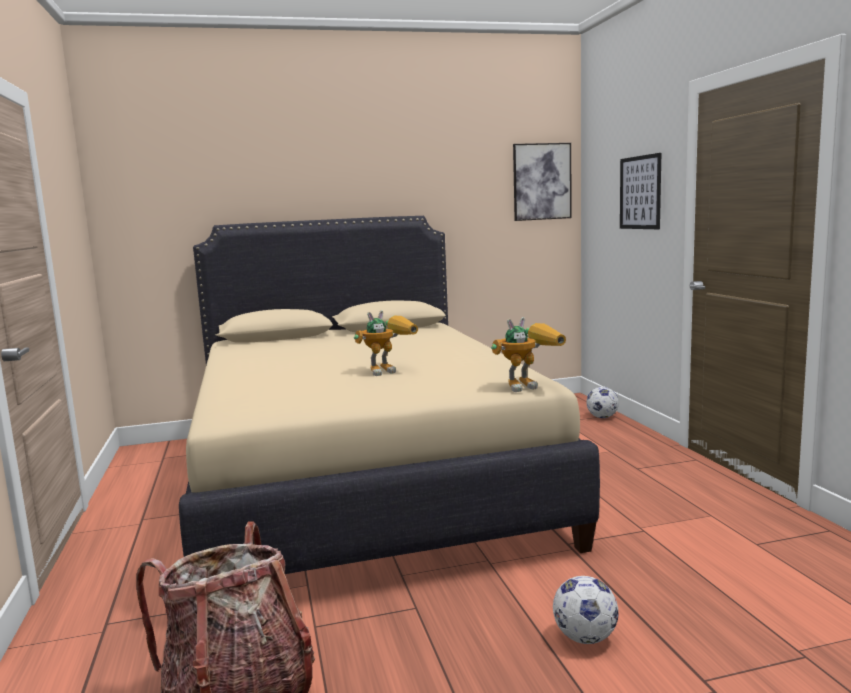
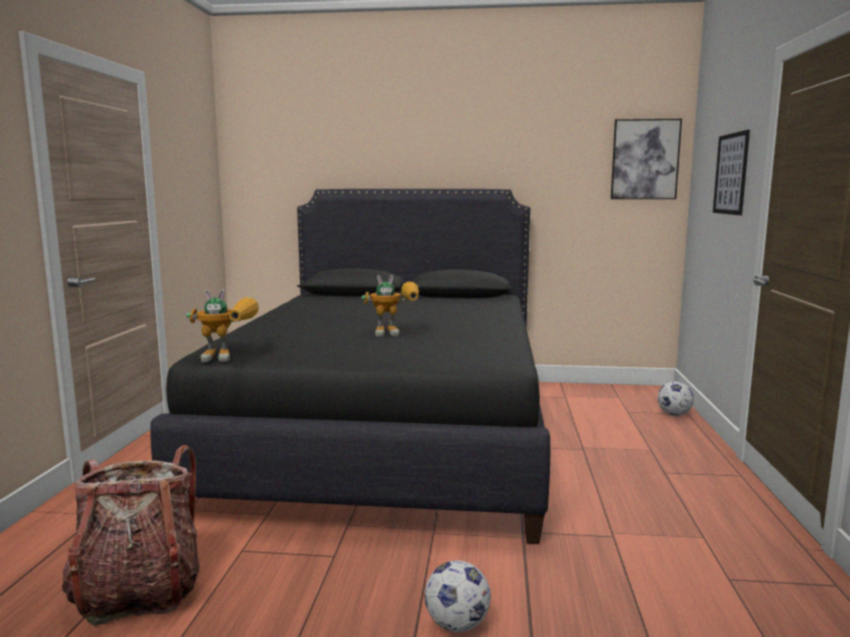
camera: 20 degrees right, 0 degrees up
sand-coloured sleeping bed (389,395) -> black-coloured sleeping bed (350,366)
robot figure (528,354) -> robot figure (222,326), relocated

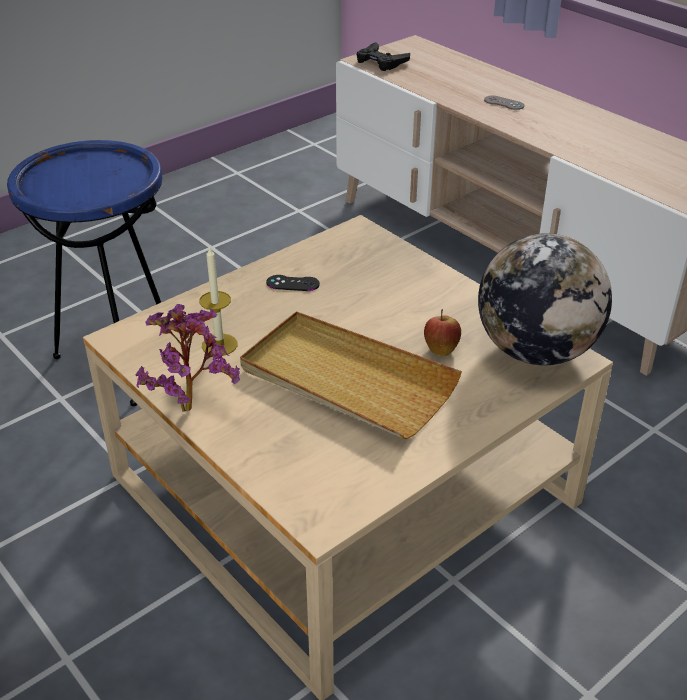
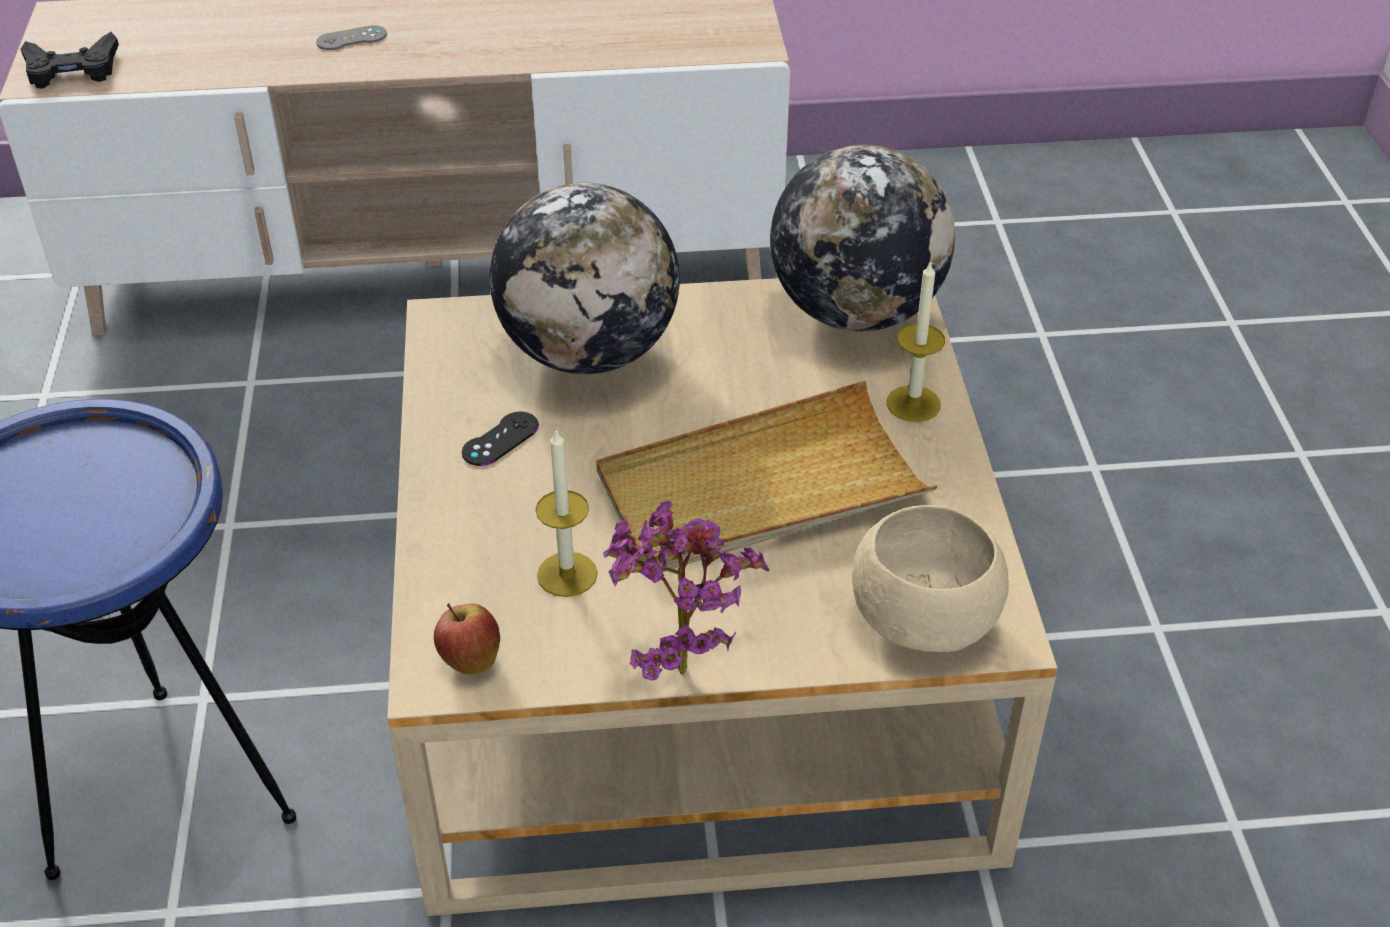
camera: 55 degrees left, 5 degrees up
whole apple (442,332) -> whole apple (467,638), relocated
none -> desk globe (585,278)
none -> wax candle (916,341)
none -> sand-coloured serving bowl (930,578)

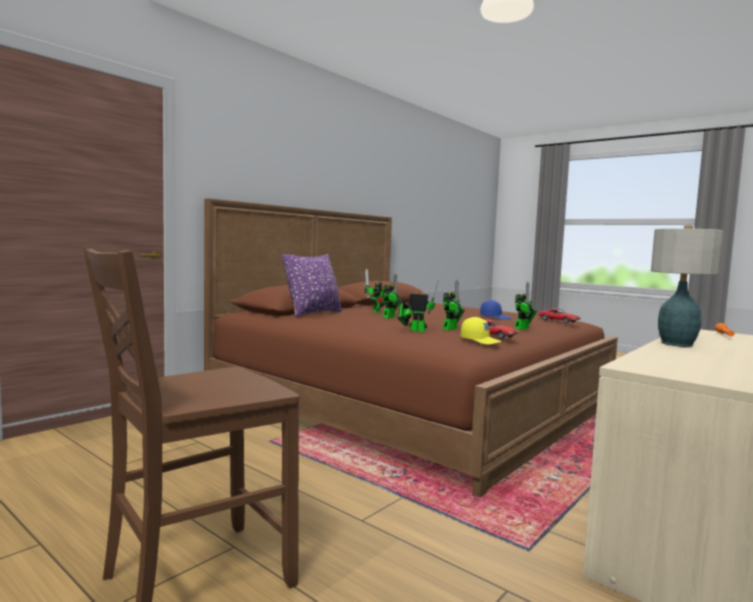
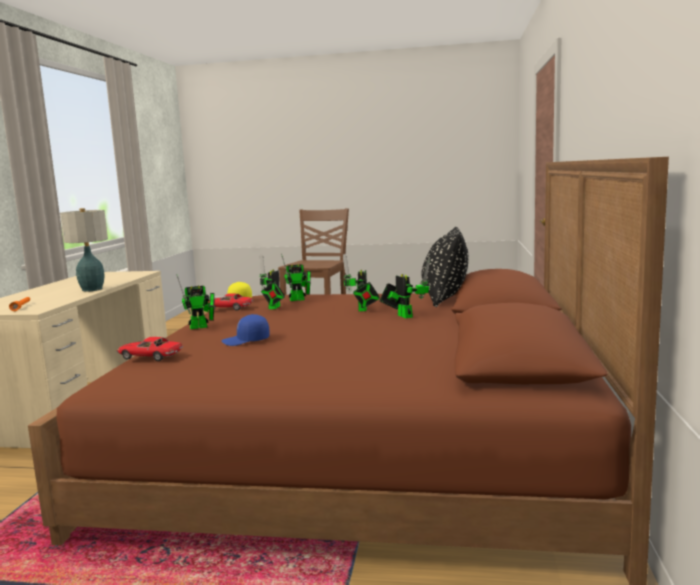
camera: 150 degrees right, 5 degrees up
purplish pillow (312,285) -> black-coloured pillow (445,267)
robot figure (525,306) -> robot figure (195,301), 135 degrees counterclockwise

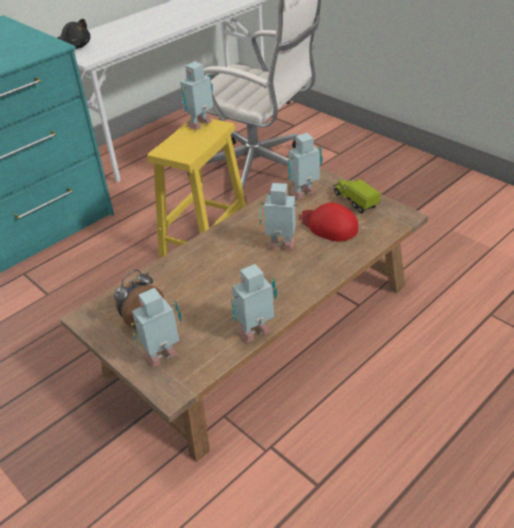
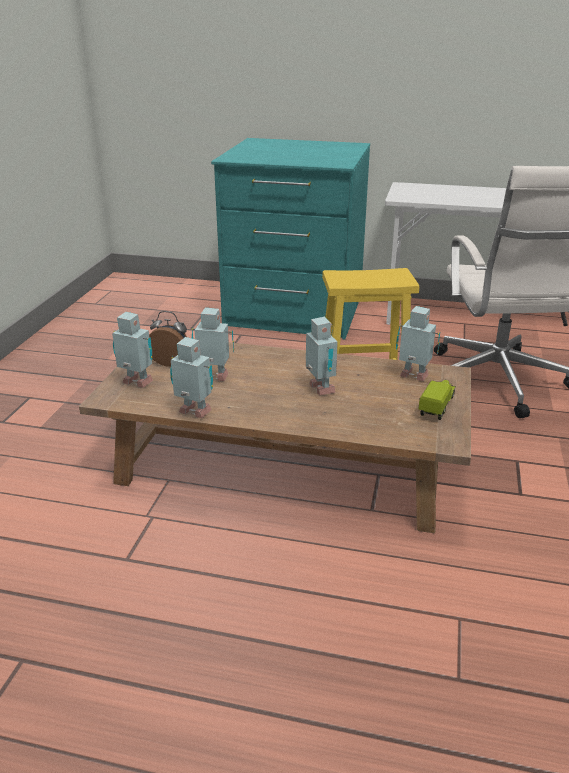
camera: 55 degrees right, 10 degrees down
black-coloured plush toy (73,34) -> none
robot figure (196,95) -> robot figure (213,344), relocated
red baseball cap (328,222) -> none

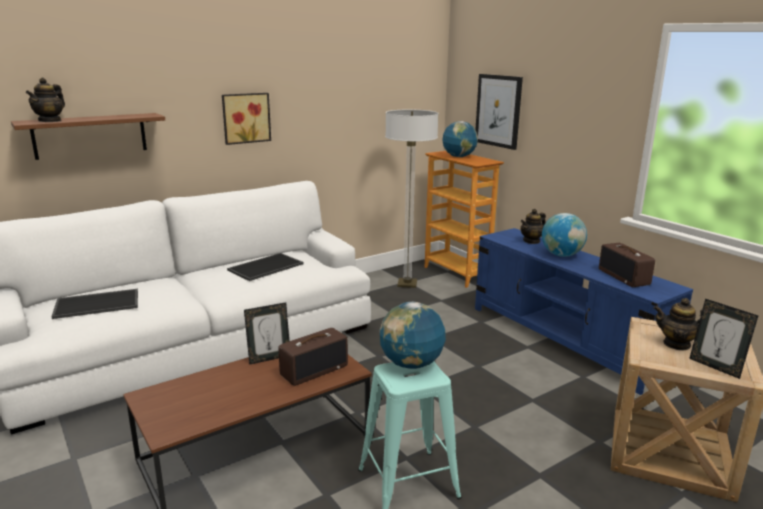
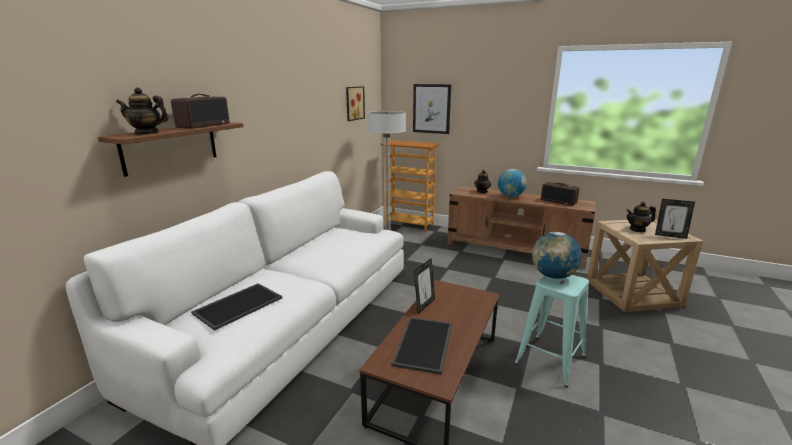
camera: 30 degrees left, 0 degrees up
tea pot (45,100) -> tea pot (142,111), 105 degrees clockwise
picture (246,119) -> picture (355,103), relocated
desk globe (460,139) -> none
blue-coloured tv unit (584,311) -> brown-coloured tv unit (521,227)
carrying tray (265,267) -> carrying tray (421,346), relocated
radio set (313,357) -> radio set (200,111), relocated

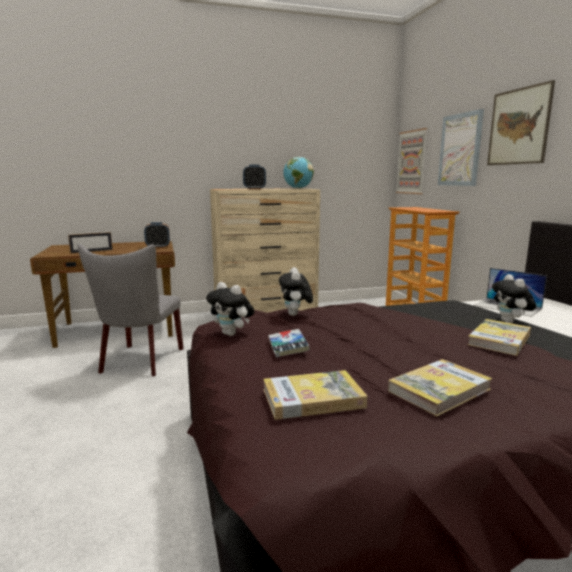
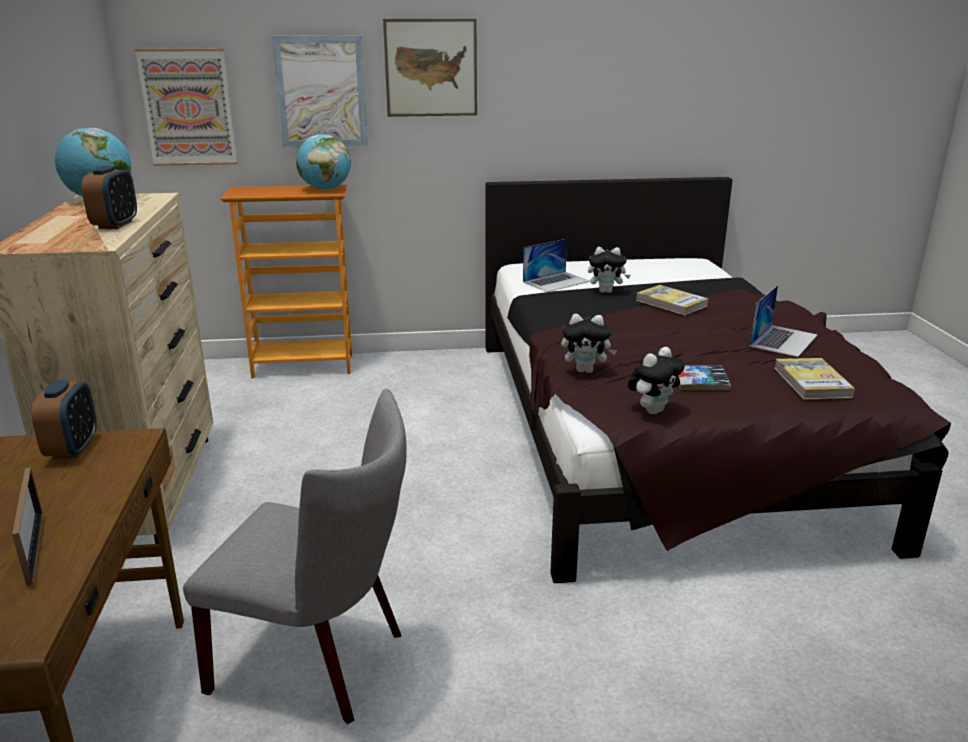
camera: 80 degrees left, 10 degrees up
bound book (440,387) -> notebook computer (783,321)
none -> desk globe (323,162)

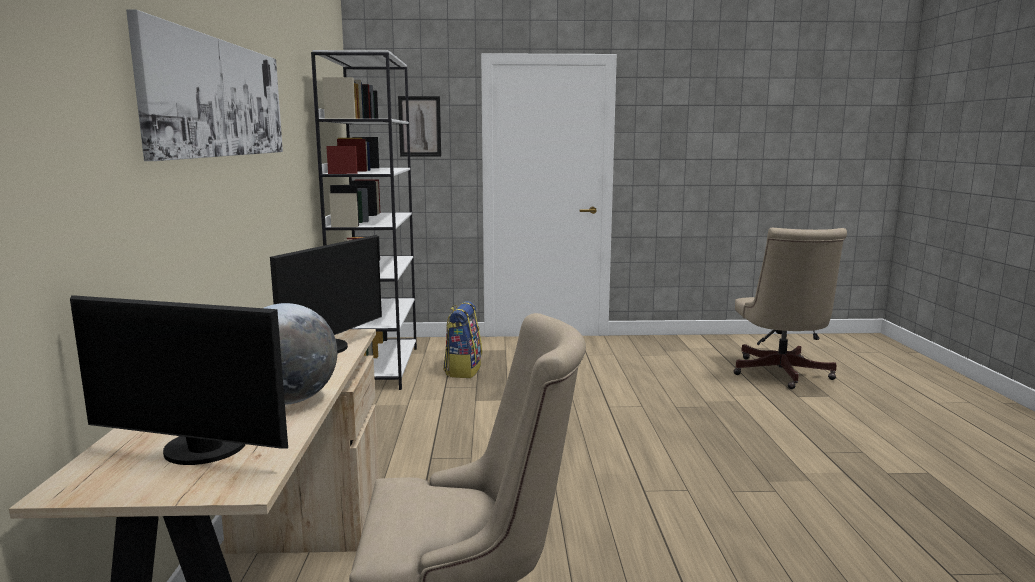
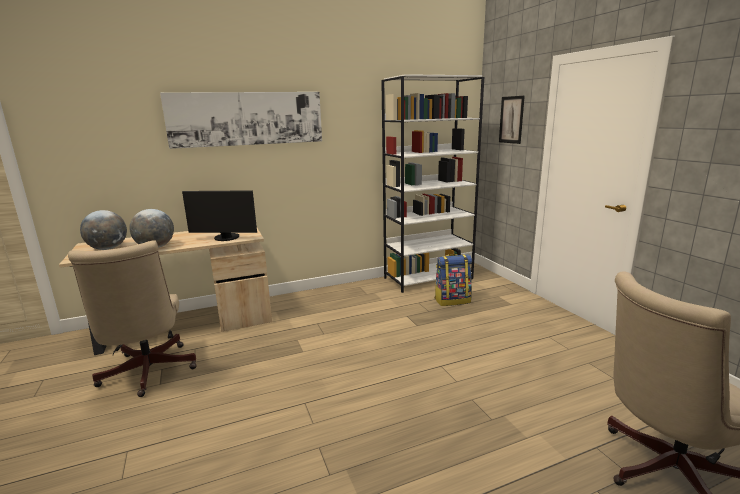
camera: 70 degrees right, 5 degrees up
computer screen (179,380) -> desk globe (103,230)

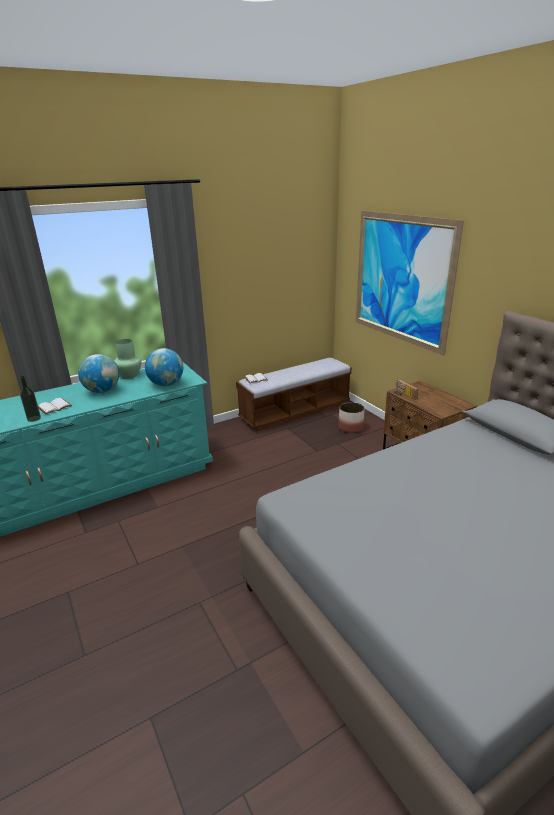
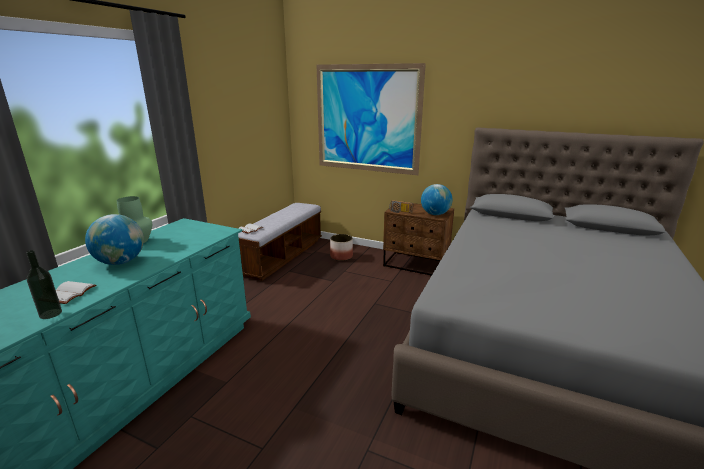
camera: 35 degrees left, 5 degrees down
desk globe (164,367) -> desk globe (436,199), relocated

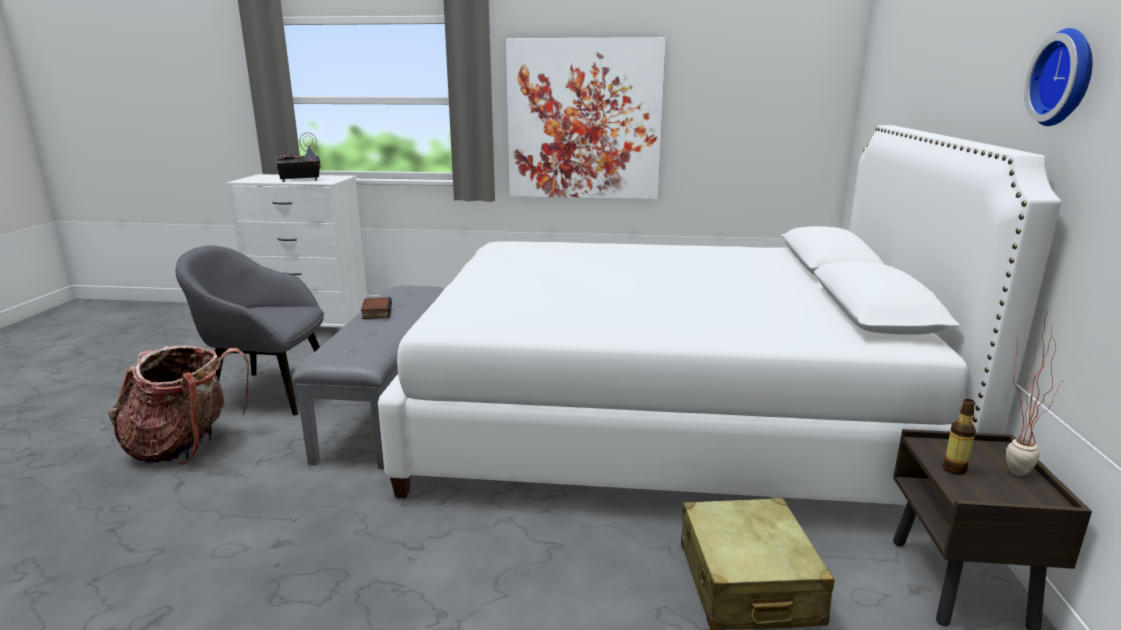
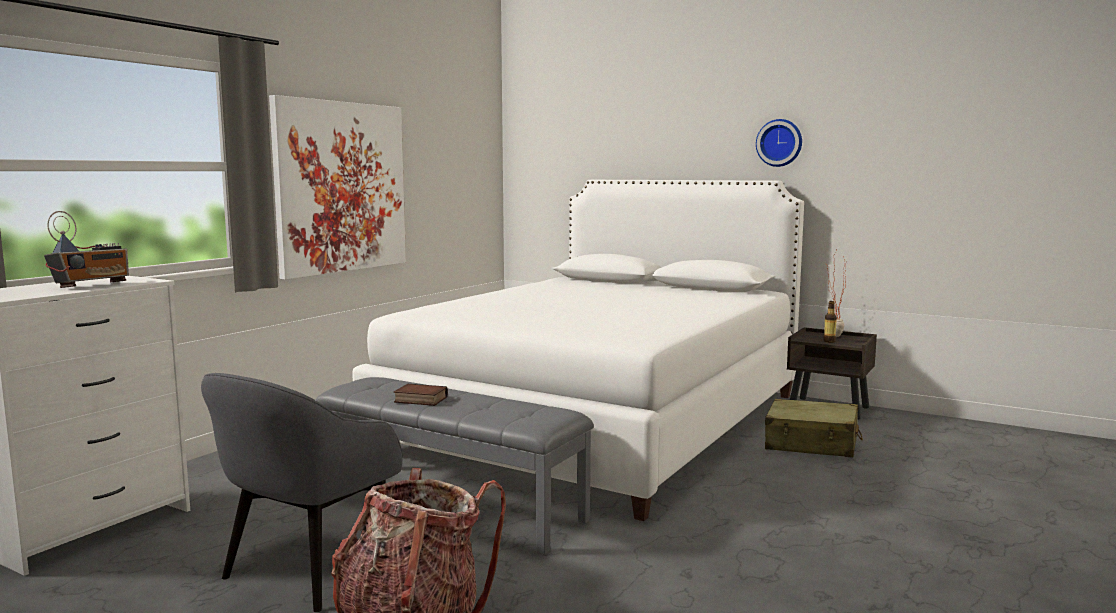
camera: 65 degrees left, 10 degrees down
radio set (298,157) -> radio set (86,249), 150 degrees counterclockwise

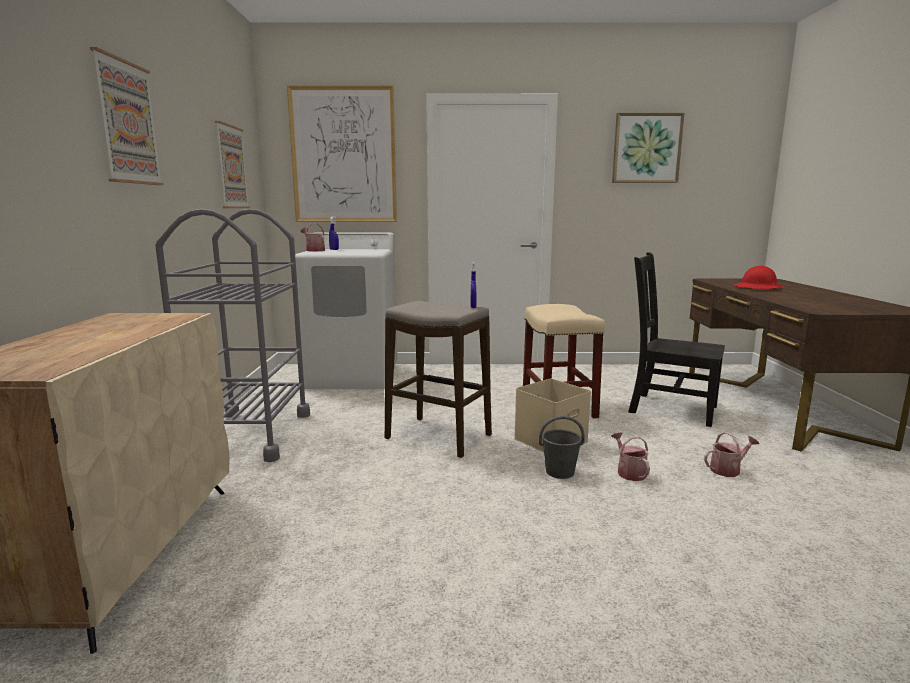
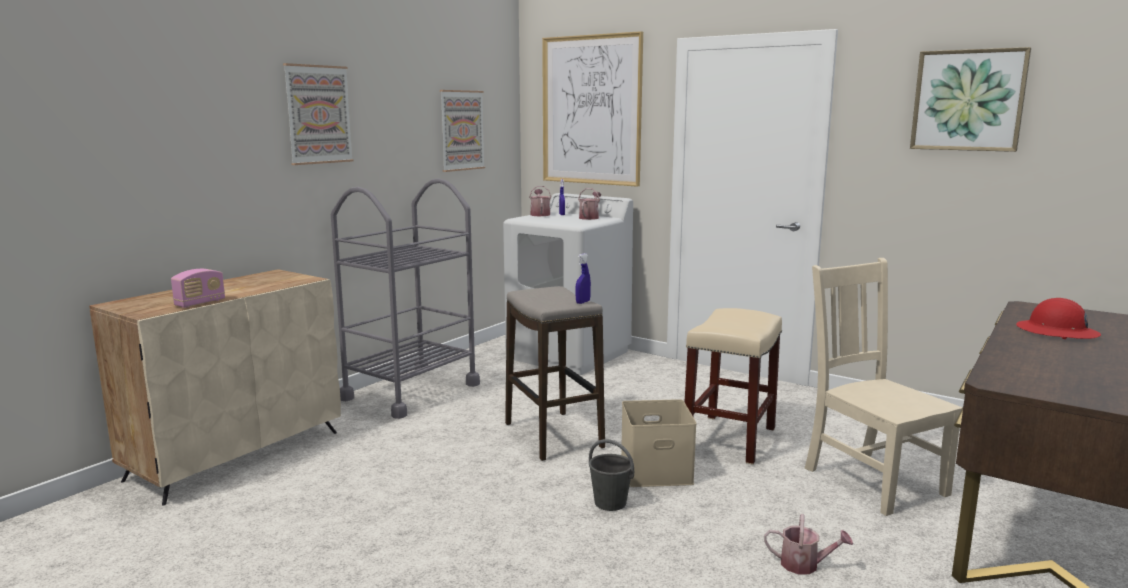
camera: 35 degrees right, 0 degrees up
black-coloured upright chair (676,339) -> sand-coloured upright chair (883,387)
watering can (630,456) -> watering can (589,204), relocated
none -> radio set (198,288)

